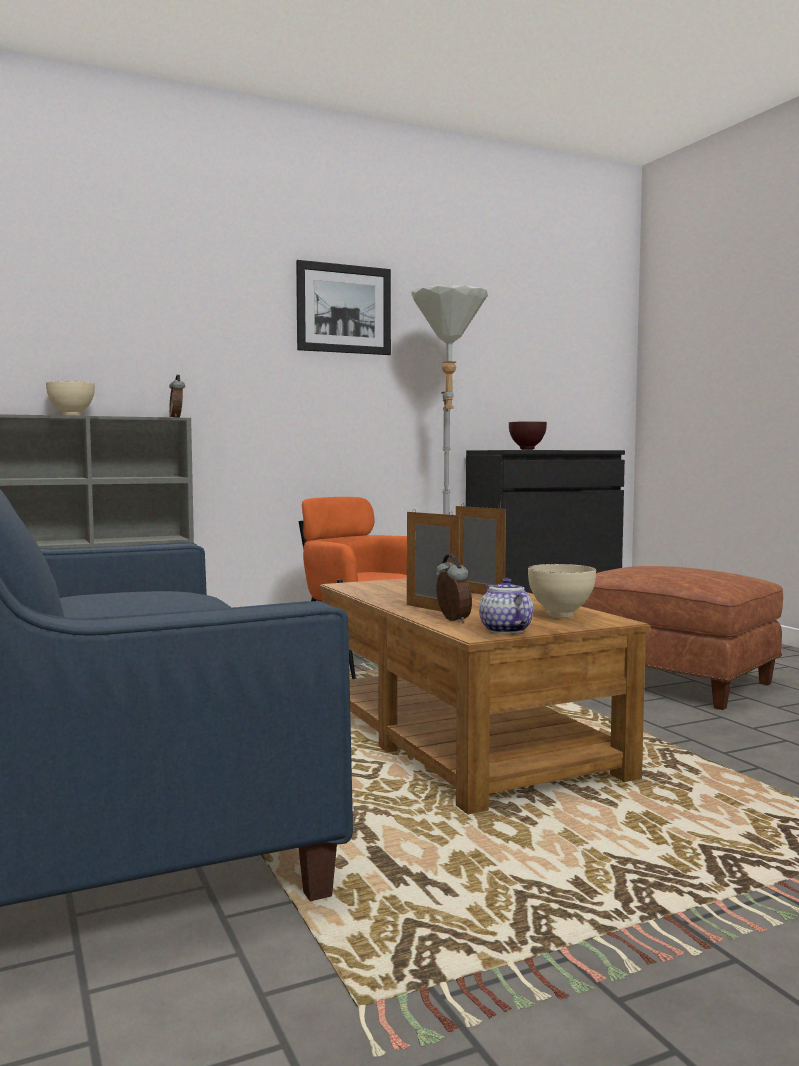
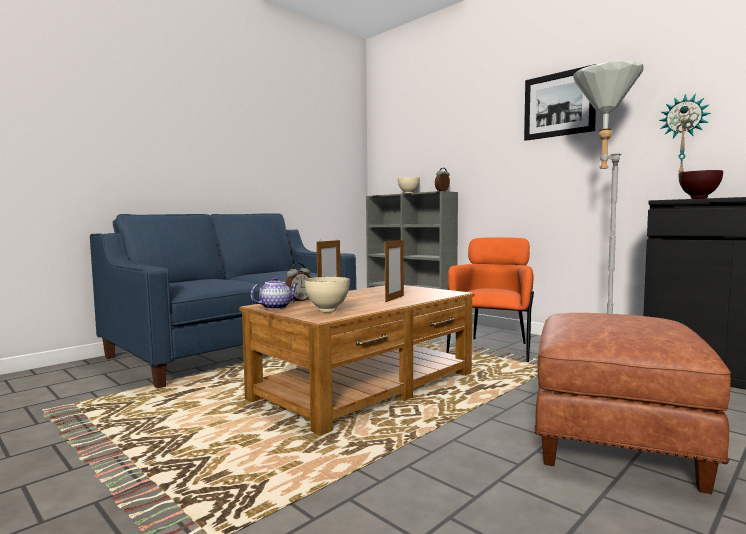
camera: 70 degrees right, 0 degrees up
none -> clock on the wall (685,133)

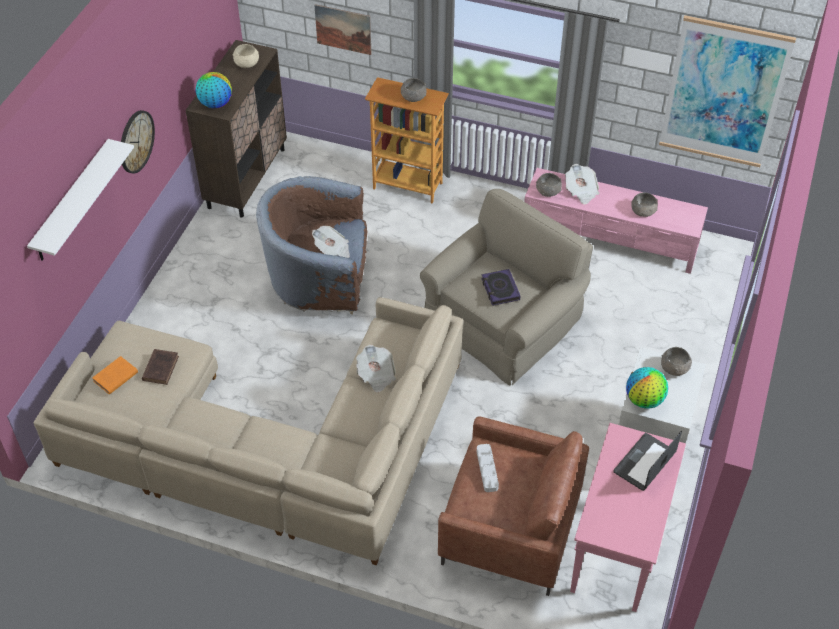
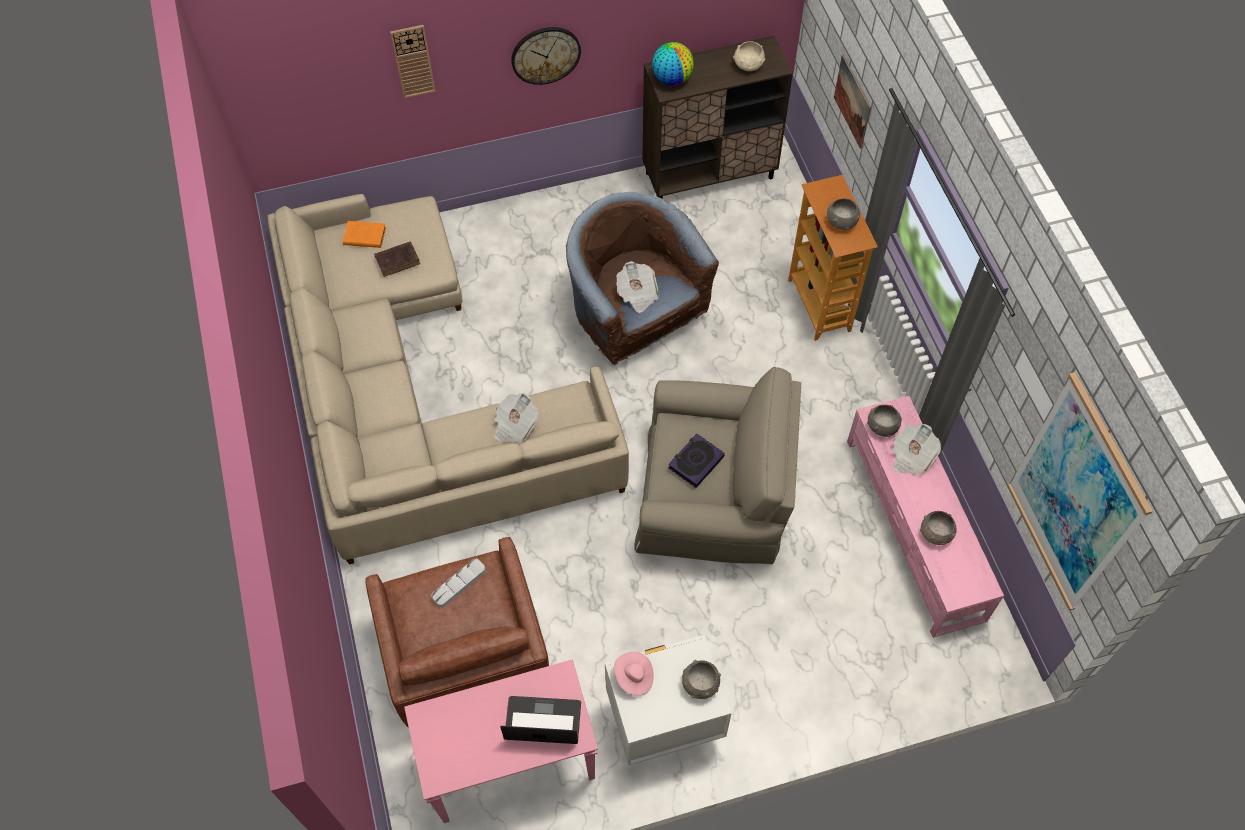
camera: 55 degrees right, 10 degrees up
whitish bracket shelf (80,199) -> clock on the wall (413,61)
desk globe (647,388) -> pink hat (634,674)

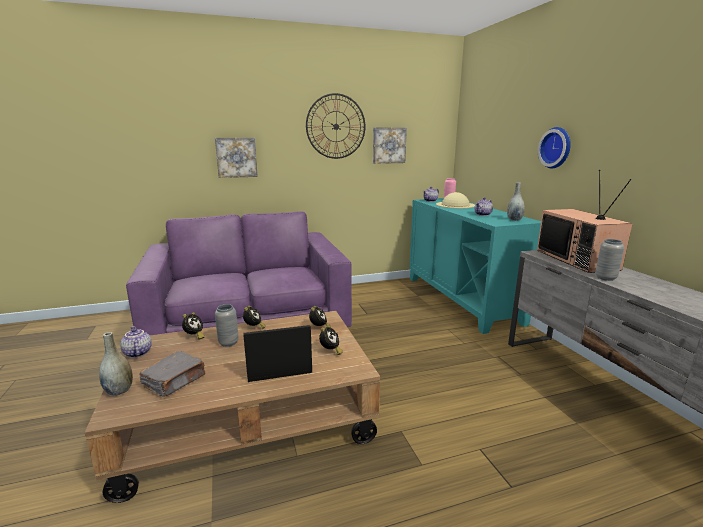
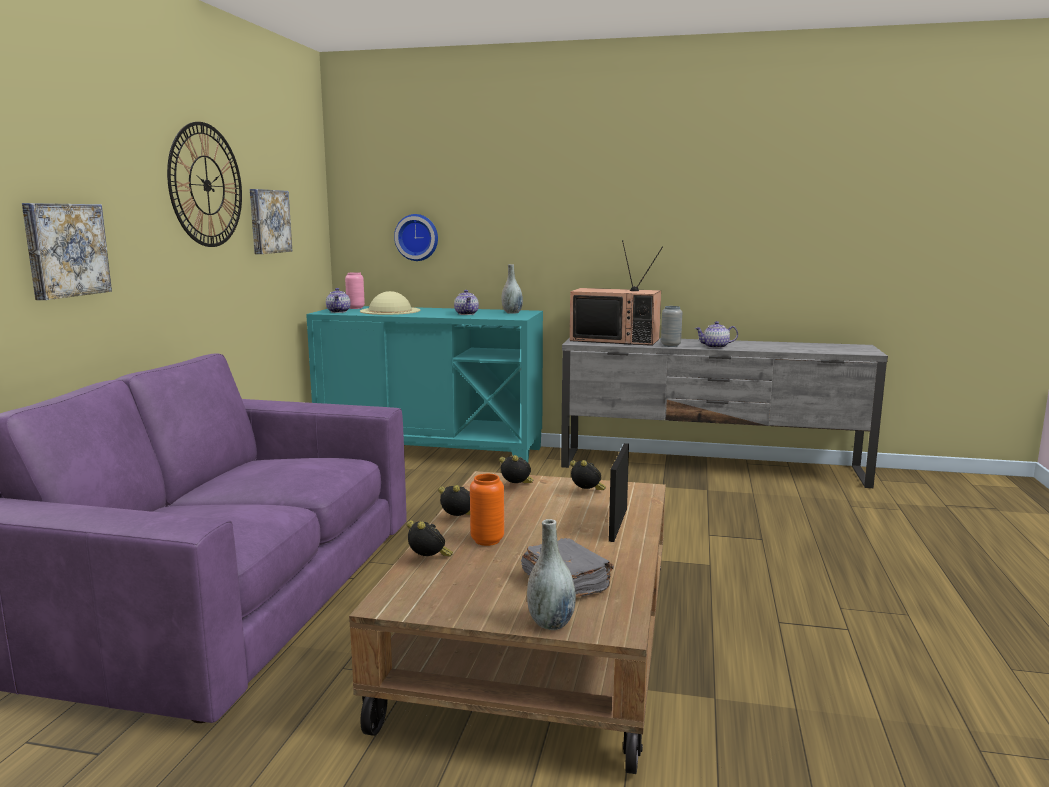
camera: 60 degrees left, 5 degrees down
clock on the wall (554,148) -> clock on the wall (416,237), relocated
greyish decorative vase (227,325) -> orange-coloured decorative vase (487,510)
tea pot (136,342) -> tea pot (716,335), relocated

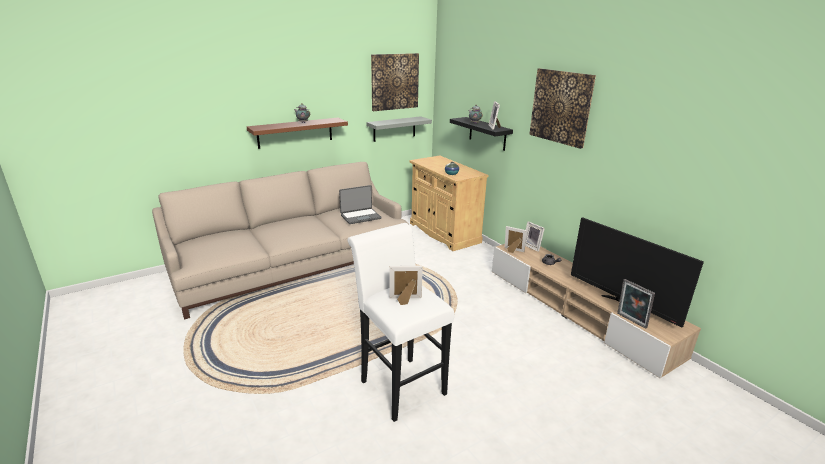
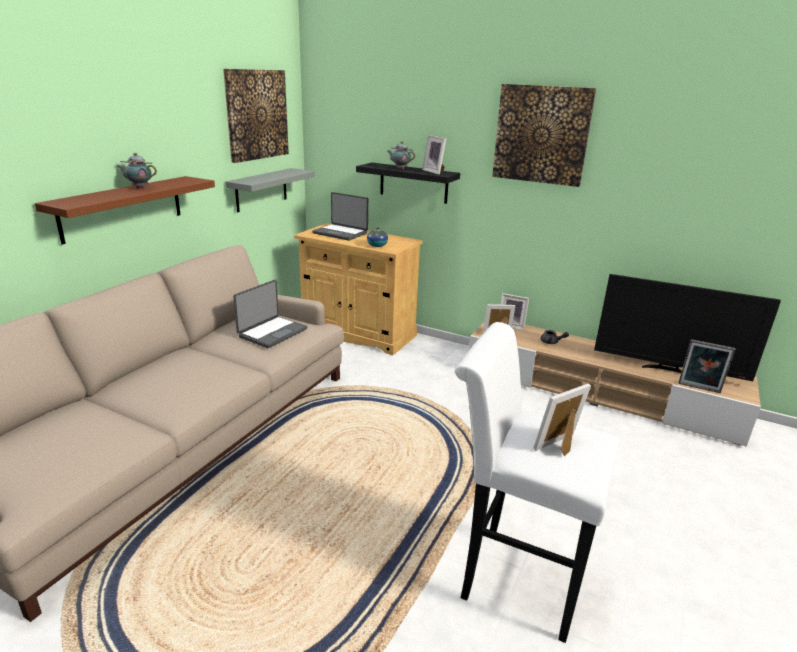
camera: 30 degrees left, 0 degrees up
none -> notebook computer (340,216)

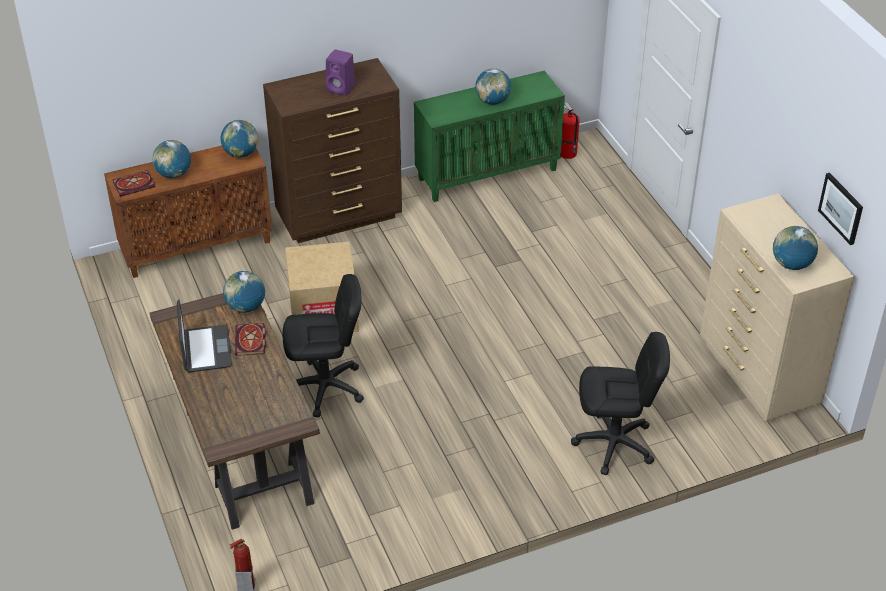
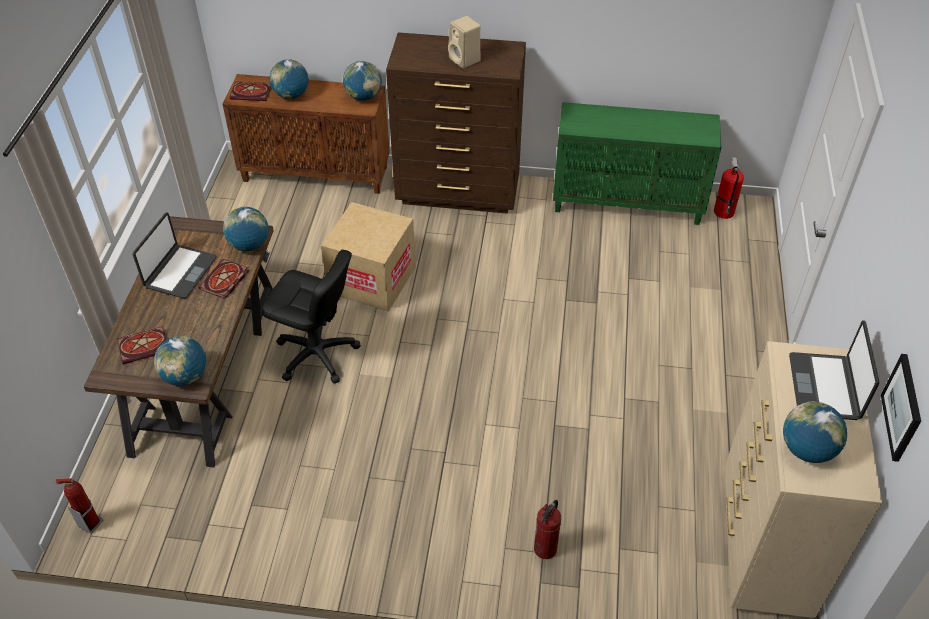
camera: 30 degrees right, 5 degrees up
purplish loudspeaker (340,72) -> sand-coloured loudspeaker (464,42)
desk globe (493,86) -> desk globe (180,361), relocated
black-coloured computer chair (620,403) -> extinguisher (547,529)
none -> notebook computer (834,370)
none -> bound book (141,345)

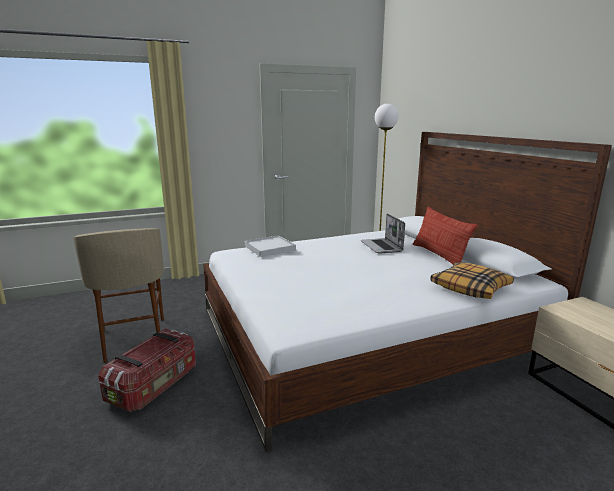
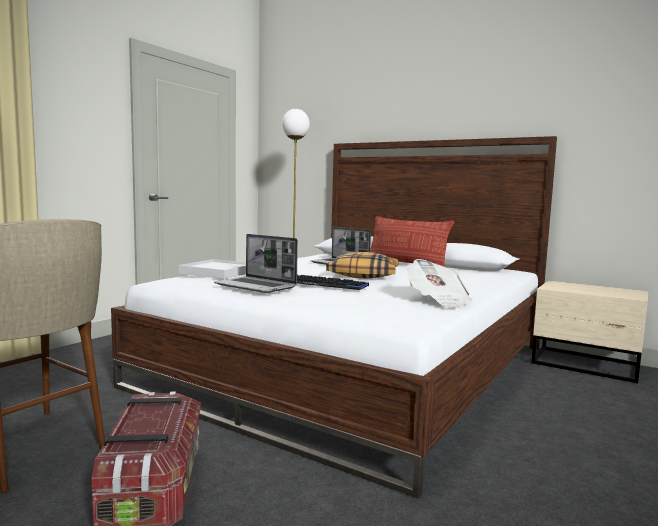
camera: 35 degrees left, 10 degrees down
pillow (472,280) -> pillow (362,265), relocated
none -> notebook computer (256,263)
none -> printed paper (439,284)
none -> keyboard (333,282)

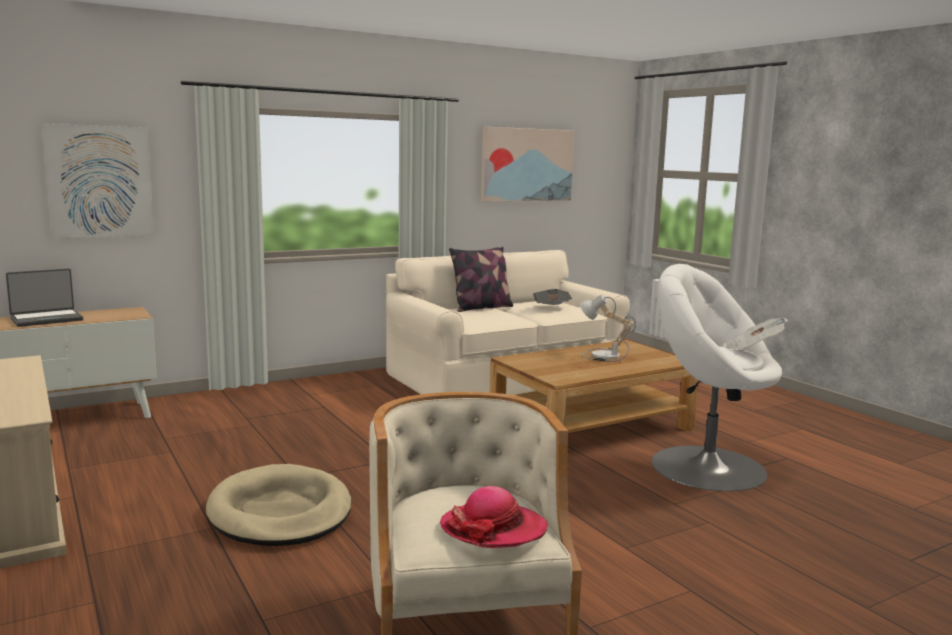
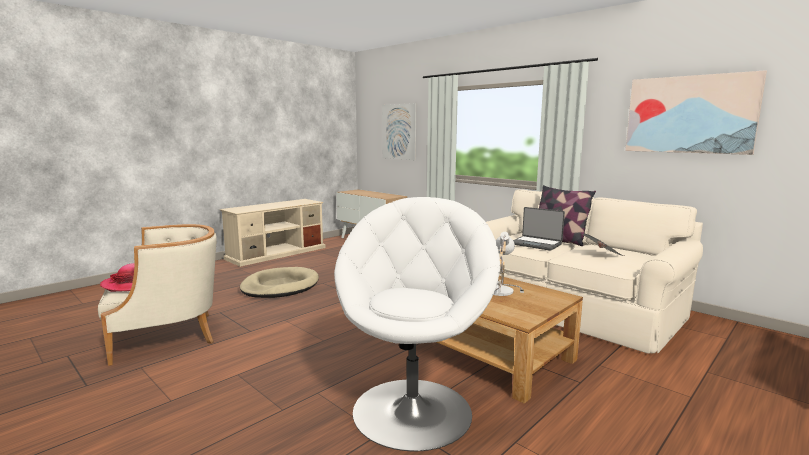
camera: 75 degrees right, 0 degrees up
notebook computer (44,298) -> notebook computer (539,229), relocated
printed paper (755,334) -> none

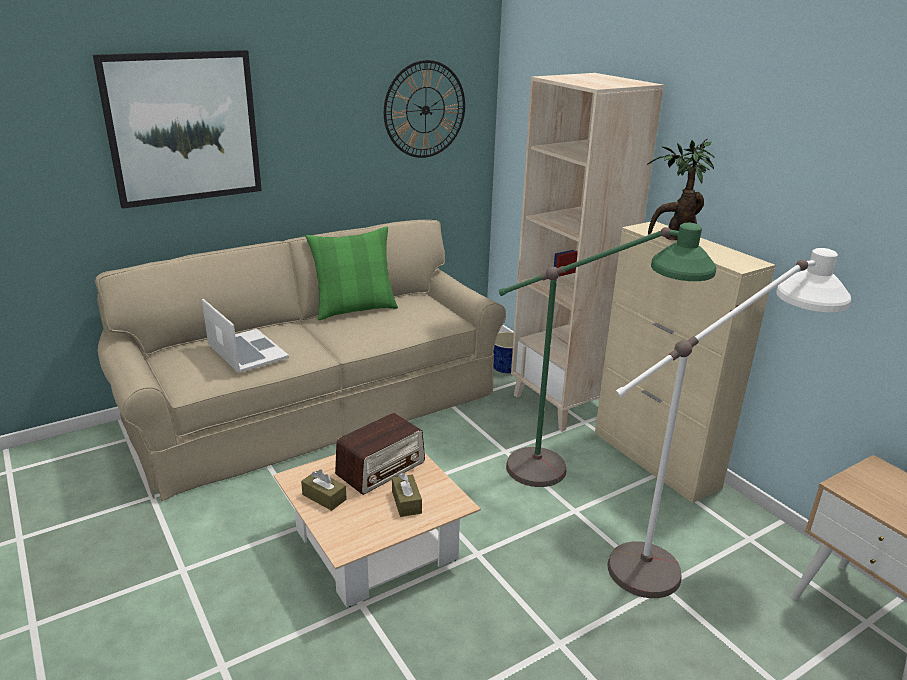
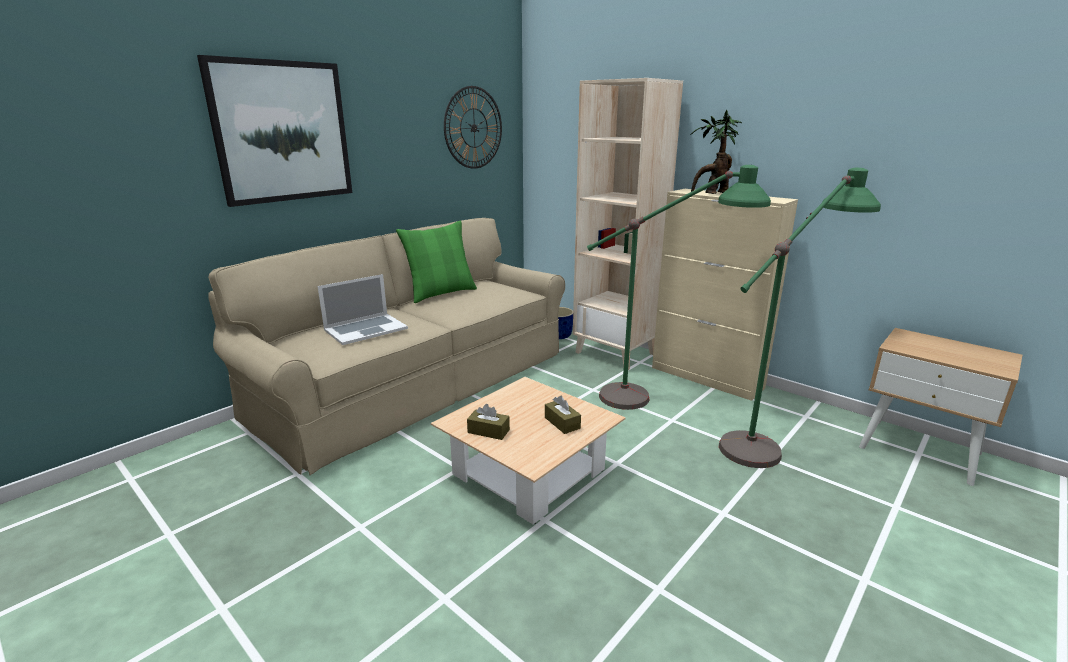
camera: 15 degrees left, 5 degrees down
whitish standard lamp (729,423) -> greenish standard lamp (800,318)
notebook computer (245,336) -> notebook computer (363,309), 105 degrees clockwise
radio set (380,454) -> none

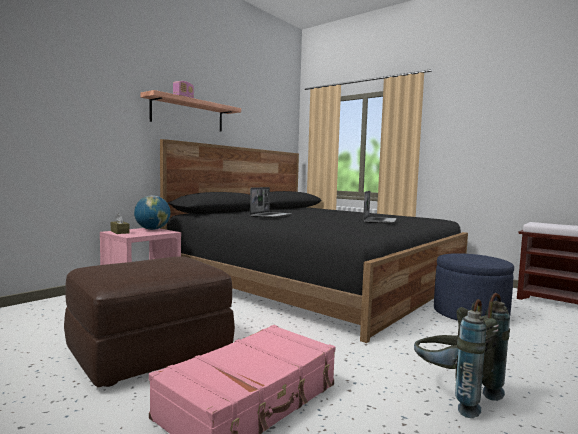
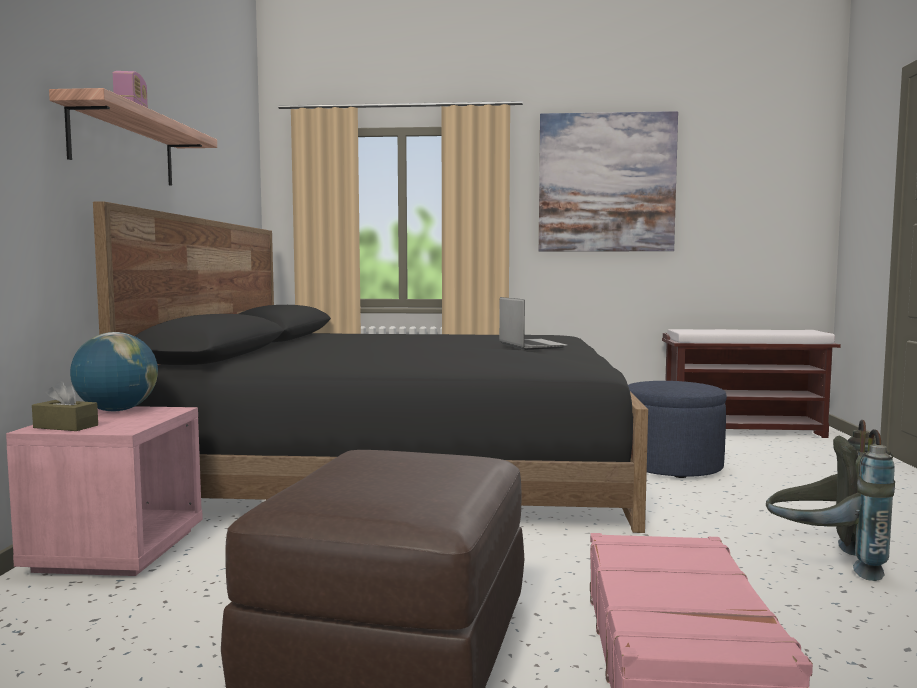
camera: 35 degrees left, 0 degrees up
notebook computer (271,202) -> none
none -> picture (608,181)

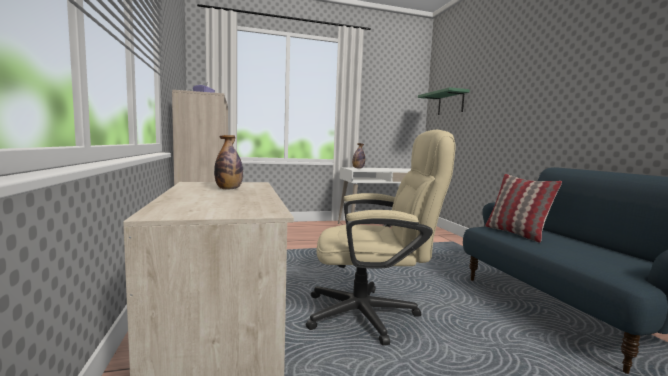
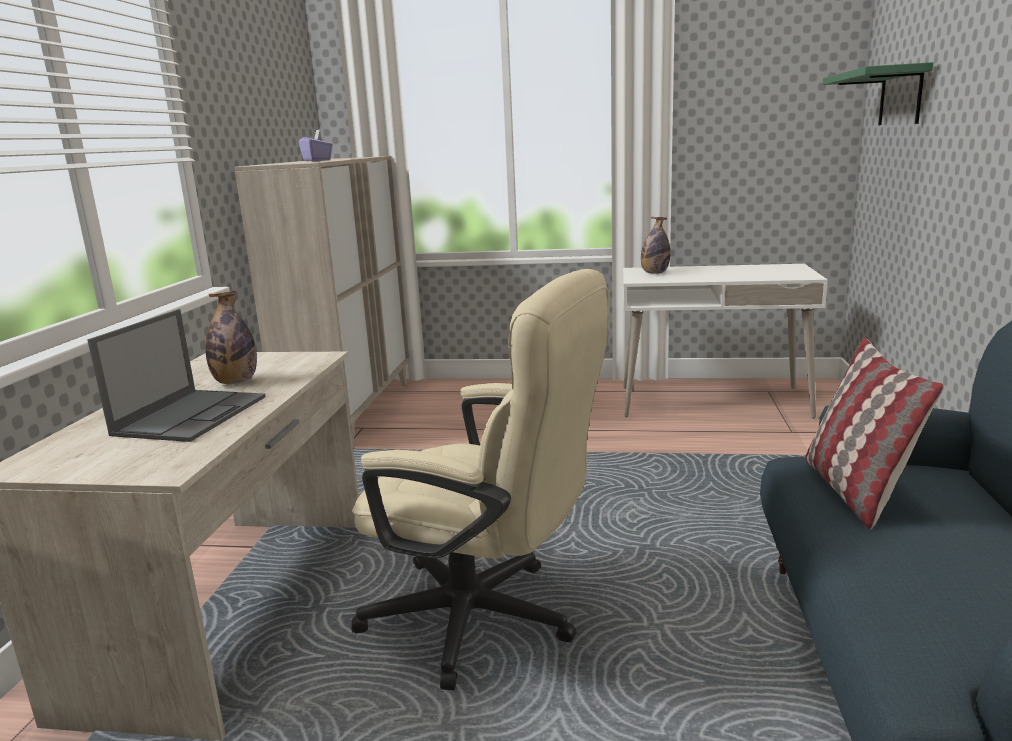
camera: 25 degrees right, 10 degrees up
none -> notebook computer (176,375)

